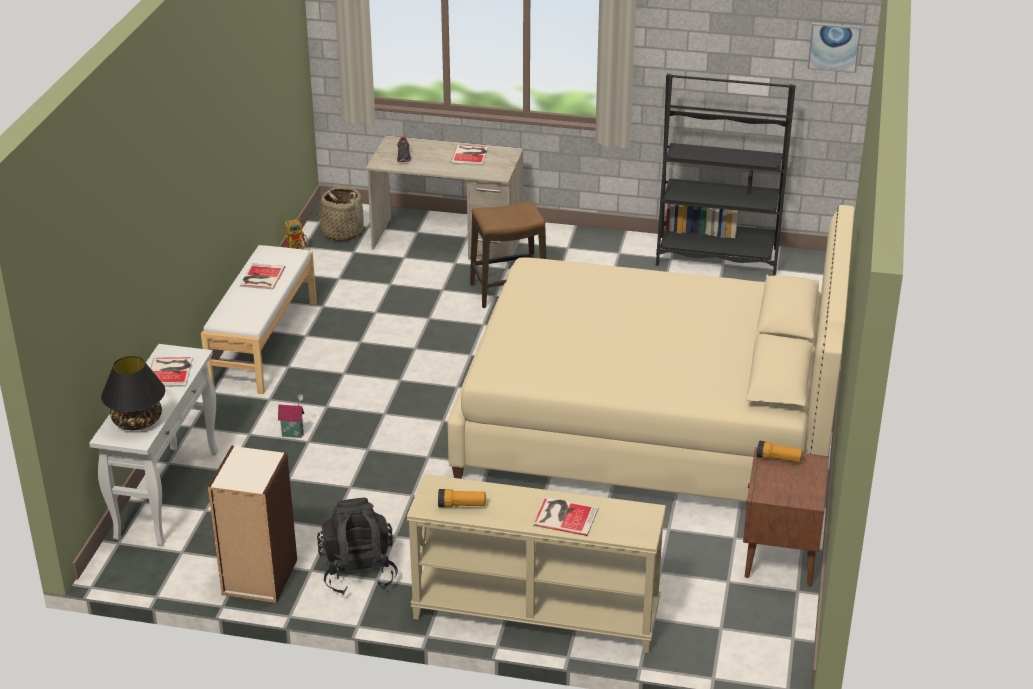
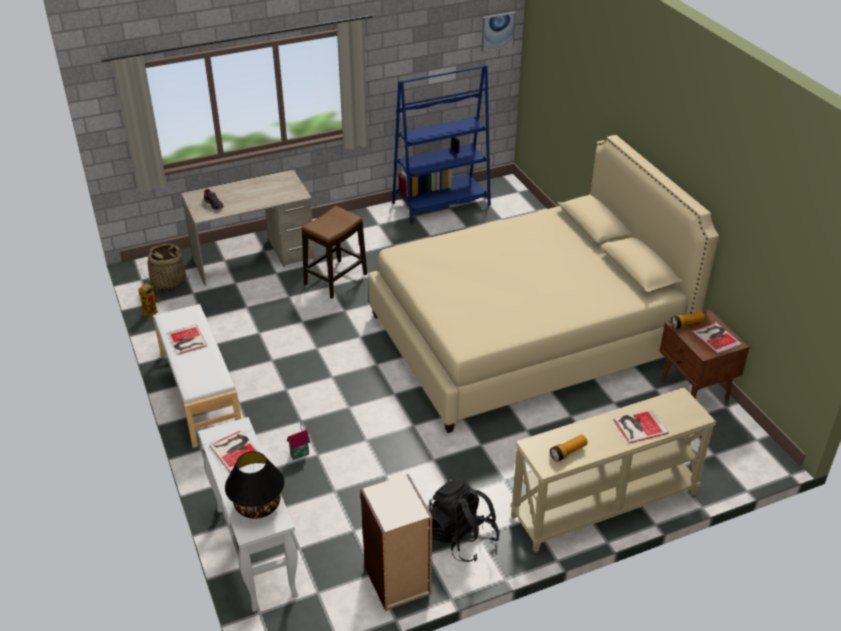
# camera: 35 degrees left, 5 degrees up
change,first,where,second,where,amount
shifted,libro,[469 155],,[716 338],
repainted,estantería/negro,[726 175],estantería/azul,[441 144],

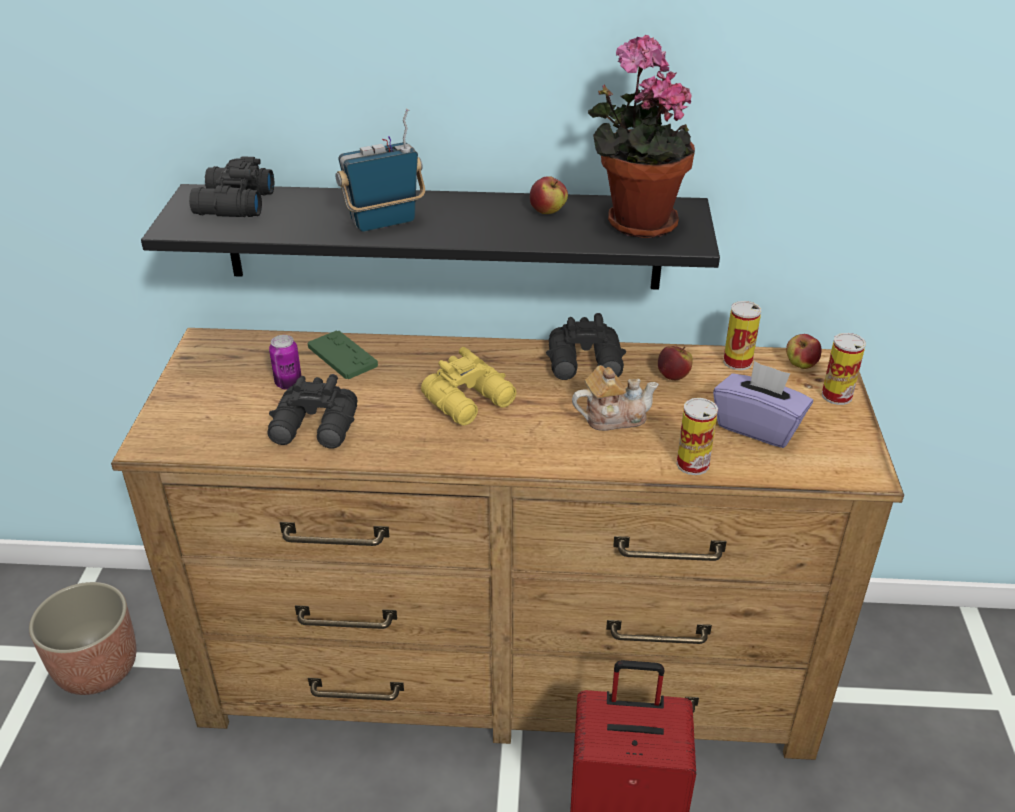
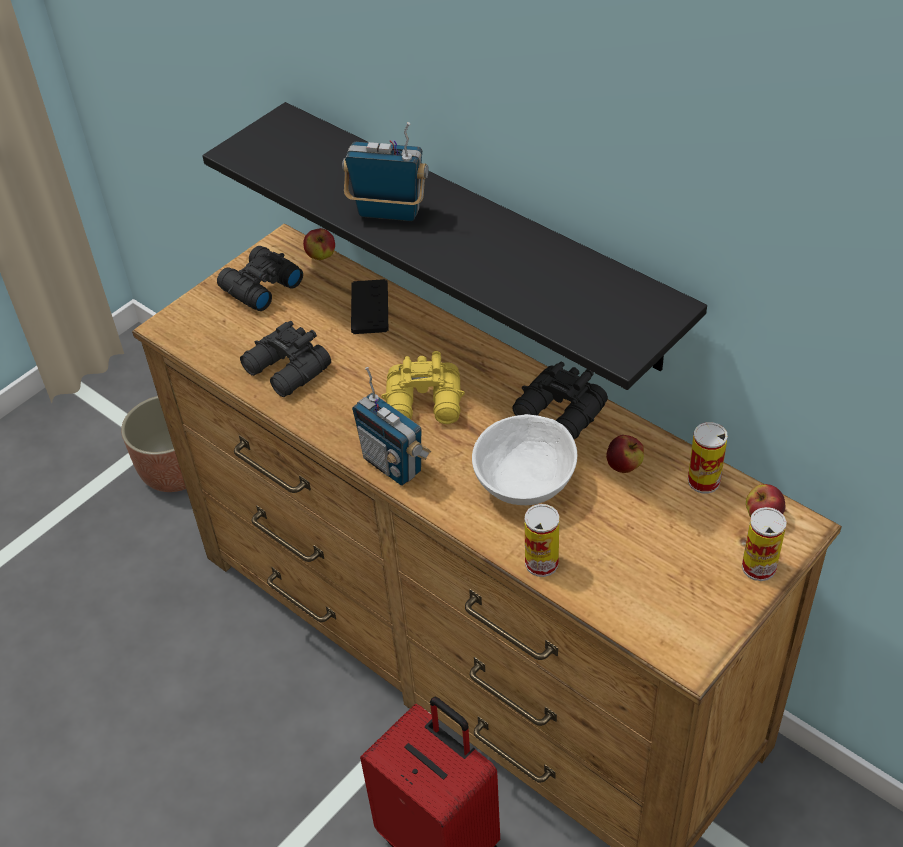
# camera: 40 degrees right, 10 degrees up
change,first,where,second,where,amount
shifted,prismáticos/negro,[232 186],,[260 278],
gone,lata,[285 362],,,
repainted,mando de consola/verde,[343 354],mando de consola/negro,[369 306],
shifted,manzana,[549 195],,[319 244],
swapped,tetera,[615 398],cuenco/blanco,[524 459],
gone,planta en maceta,[641 136],,,
gone,caja de pañuelos/morado,[763 404],,,
new,,,radio,[391 426],

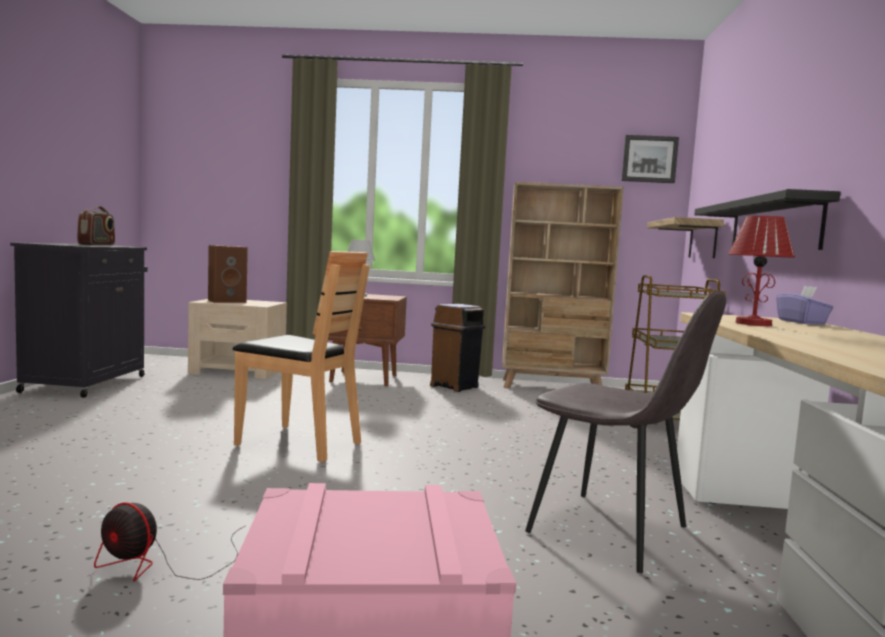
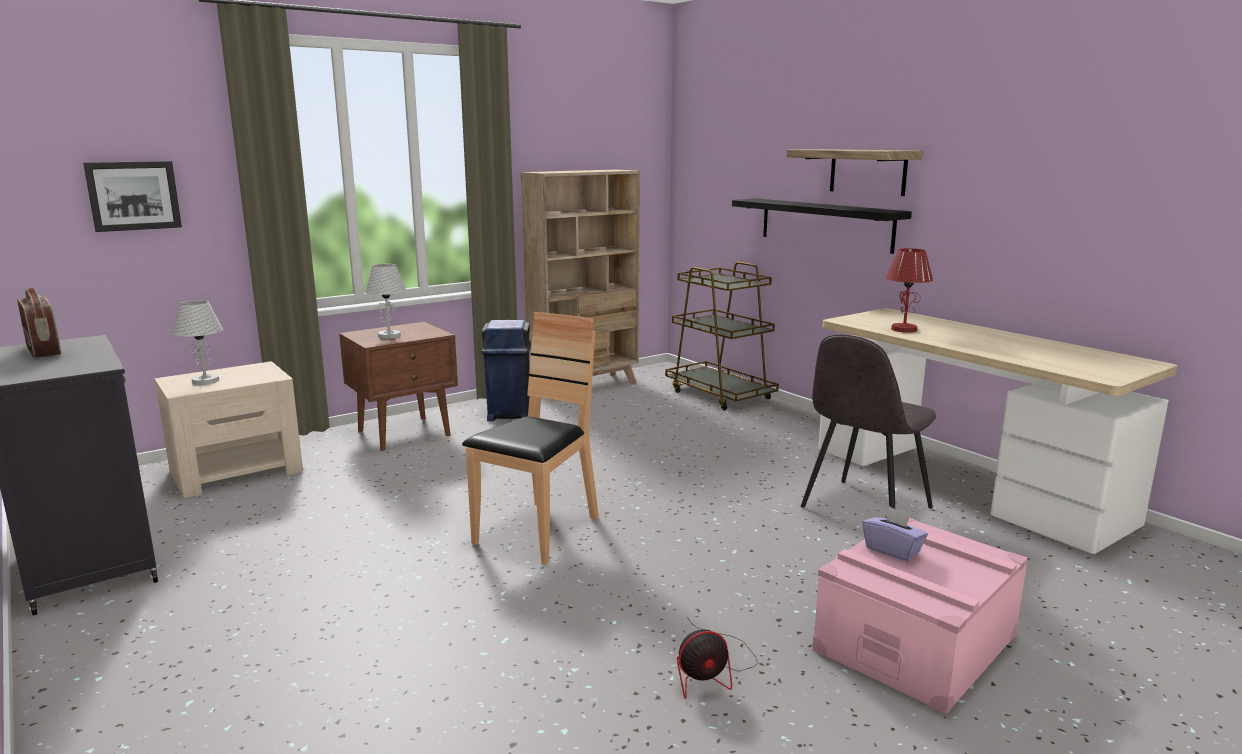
# camera: 40 degrees left, 10 degrees up
change,first,where,second,where,amount
swapped,altavoz/marrón,[228 274],lámpara de mesa/blanco,[198 342],
rotated,silla/marrón,[301 356],,[530 438],45 degrees counterclockwise
repainted,papelera/marrón,[457 348],papelera/azul,[506 370],
rotated,silla/gris,[625 432],,[868 421],135 degrees clockwise
shifted,cuadro,[650 159],,[132 196],
shifted,estante,[685 237],,[855 172],
shifted,caja de pañuelos/morado,[804 305],,[895 534],

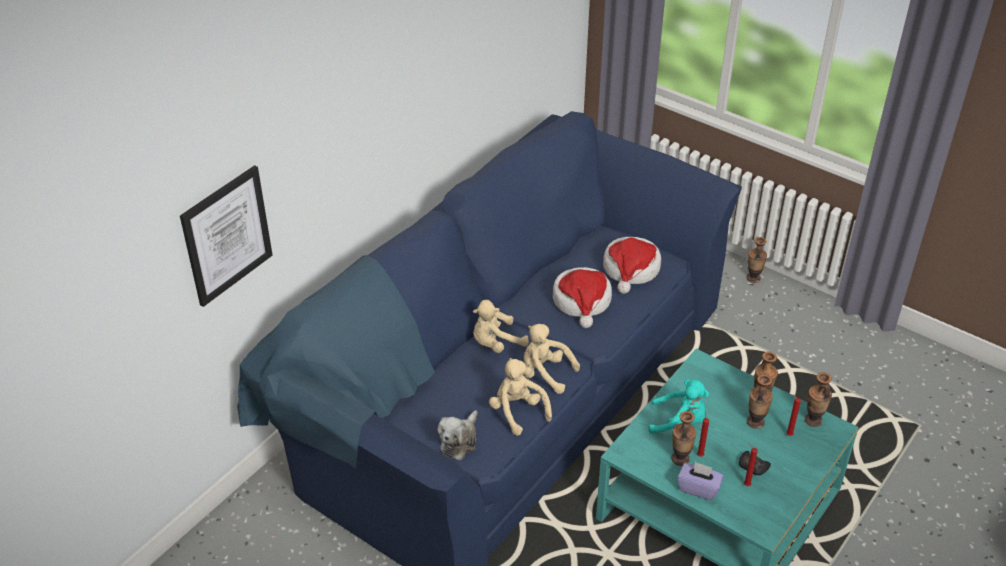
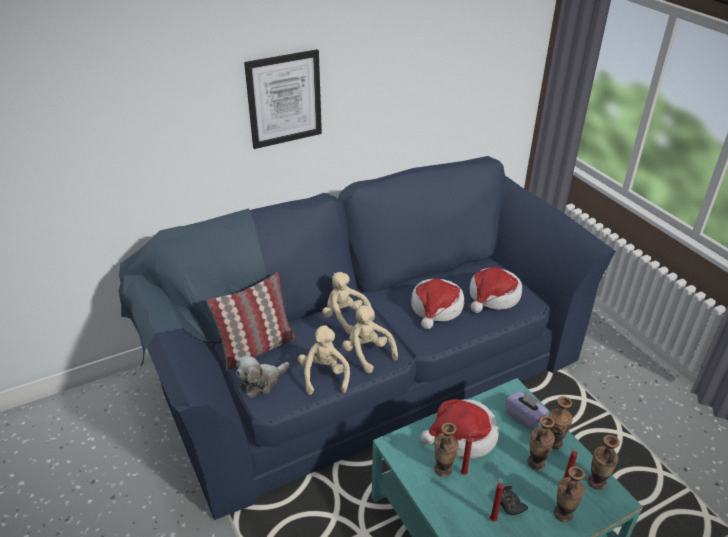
# camera: 25 degrees right, 5 degrees down
change,first,where,second,where,amount
shifted,cuadro,[226 236],,[283 99],
rotated,peluche/beis,[501 326],,[348 303],45 degrees clockwise
swapped,peluche/turquesa,[678 406],sombrero,[460 428],
shifted,caja de pañuelos/morado,[700 481],,[527 410],
shifted,florero,[756 260],,[569 494],
new,,,cojín,[251 321],

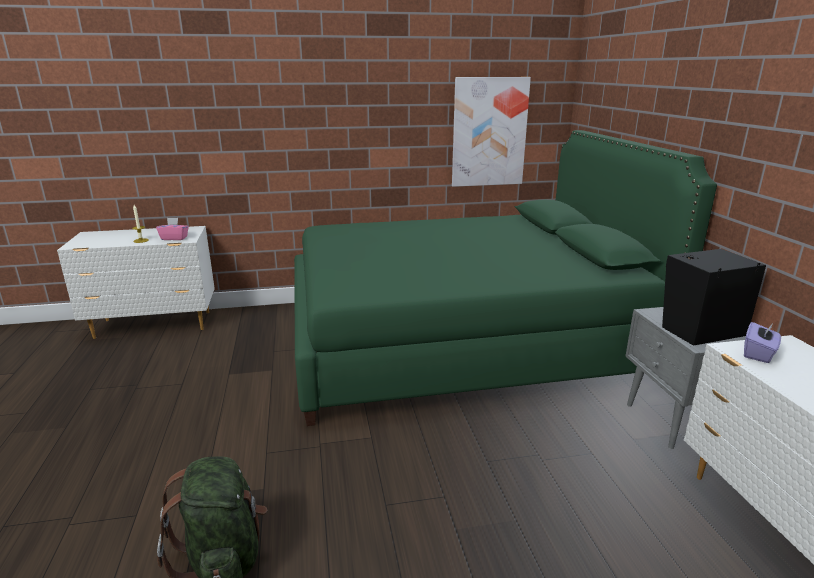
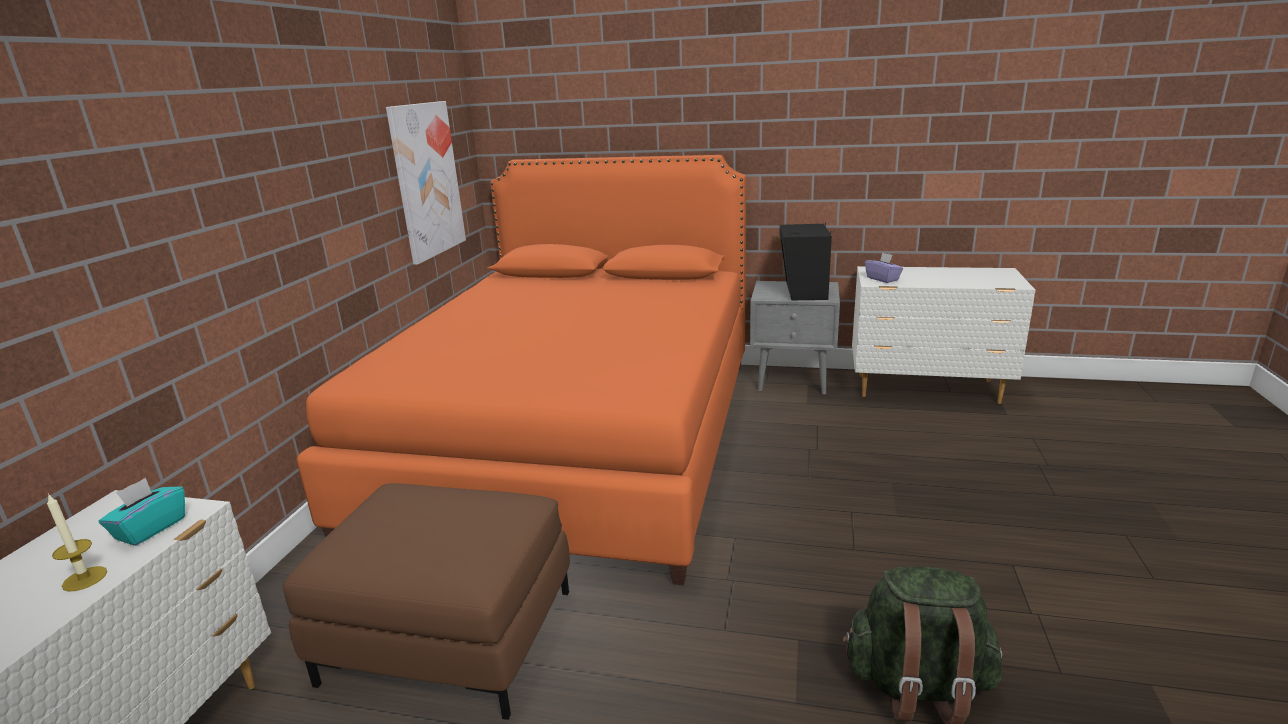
# camera: 65 degrees left, 0 degrees up
change,first,where,second,where,amount
repainted,caja de pañuelos/rosa,[172 229],caja de pañuelos/turquesa,[141 512],
repainted,cama/verde,[505 278],cama/naranja,[521 370],
new,,,puf/marrón,[426 601],

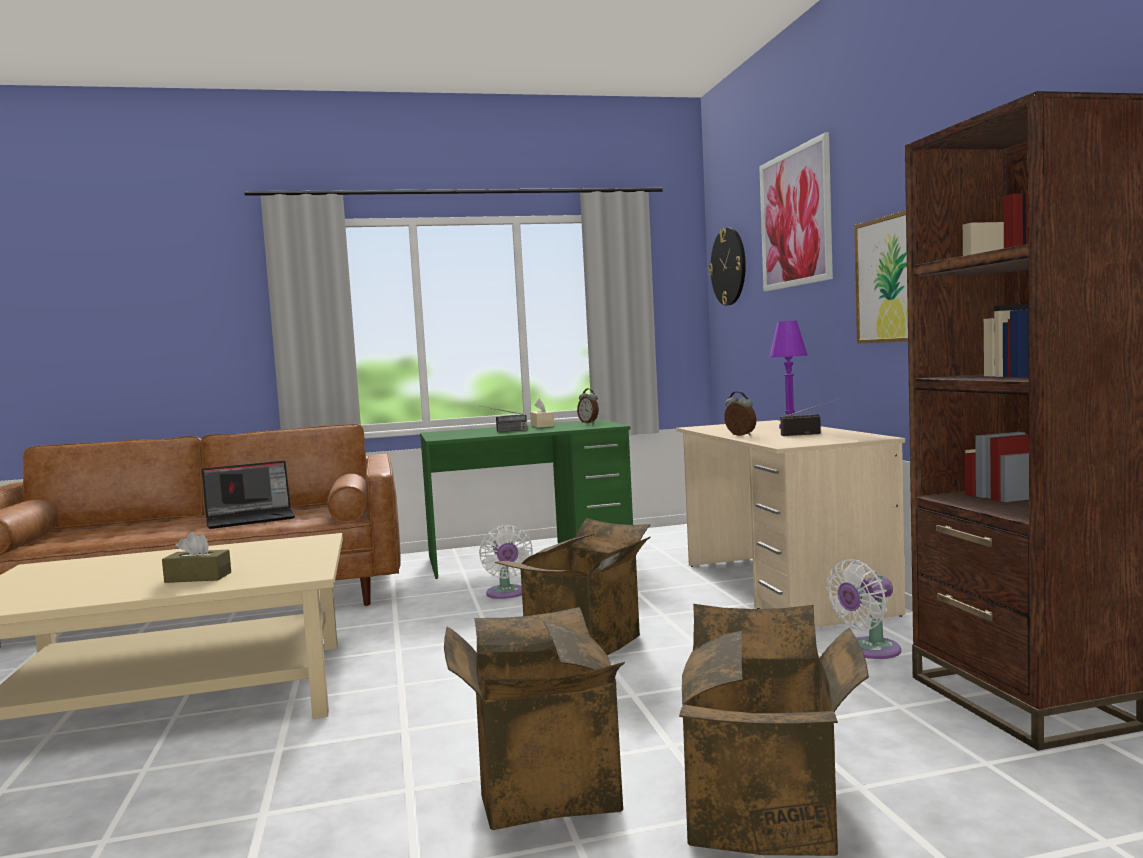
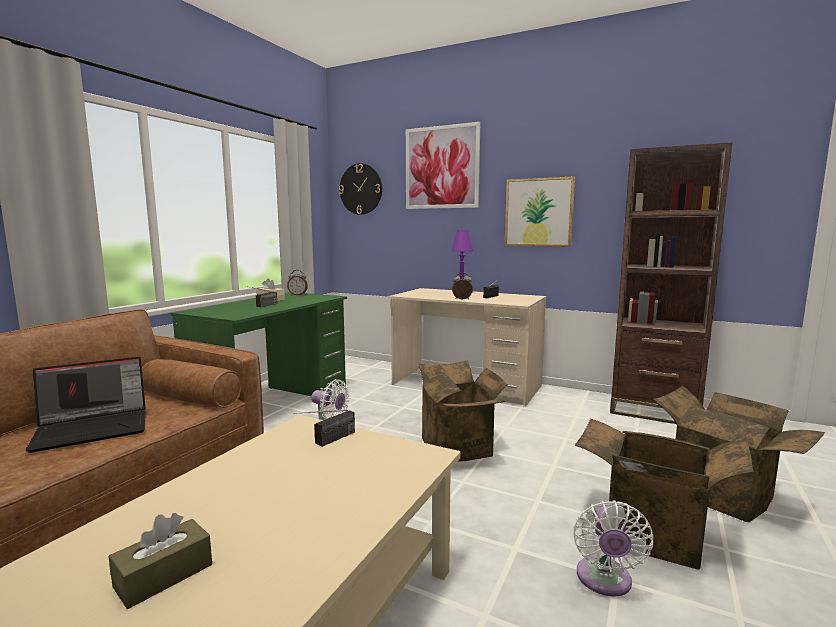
# camera: 50 degrees left, 5 degrees up
change,first,where,second,where,amount
shifted,caja de pañuelos/marrón,[196 557],,[160 561],
rotated,portátil,[248 495],,[85 405],45 degrees clockwise
shifted,ventilador/blanco,[863 609],,[613 548],
new,,,radio,[324 428],

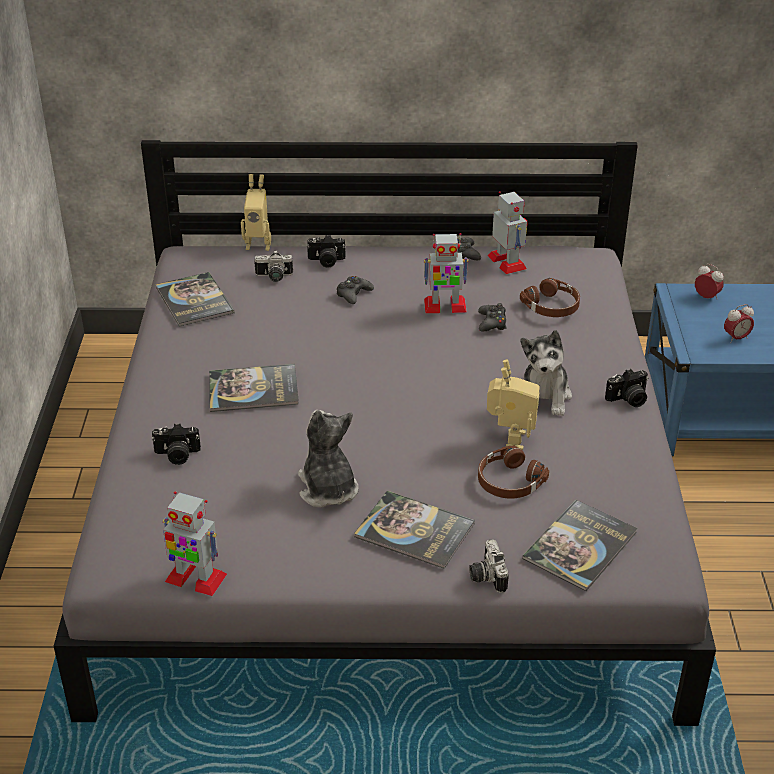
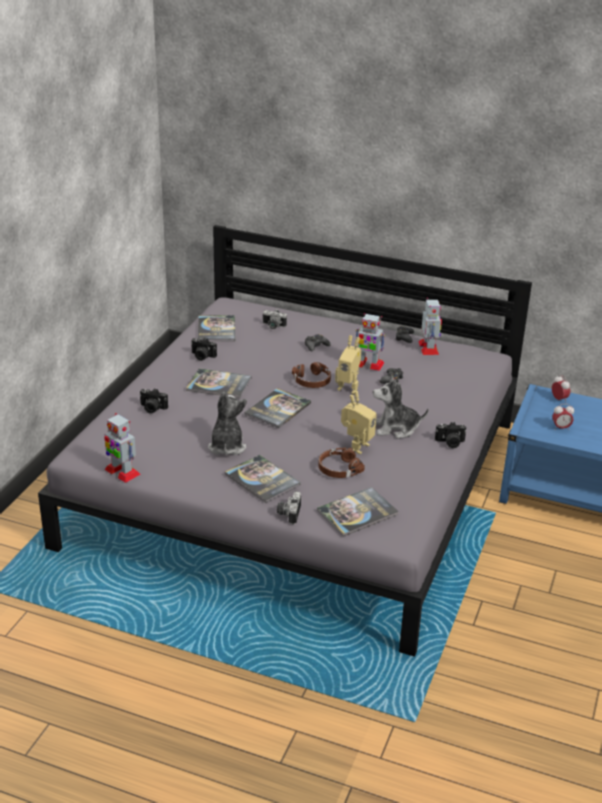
# camera: 20 degrees right, 5 degrees down
change,first,where,second,where,amount
shifted,robot de juguete,[256 212],,[348 364],
shifted,cámara,[326 251],,[204 349],
shifted,auriculares/marrón,[550 297],,[311 375],
rotated,peluche,[546 373],,[401 407],60 degrees clockwise
new,,,libro,[277 408],

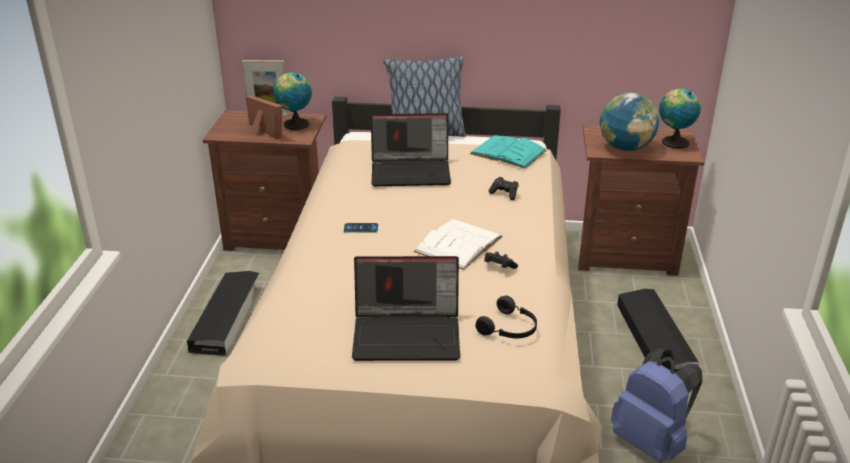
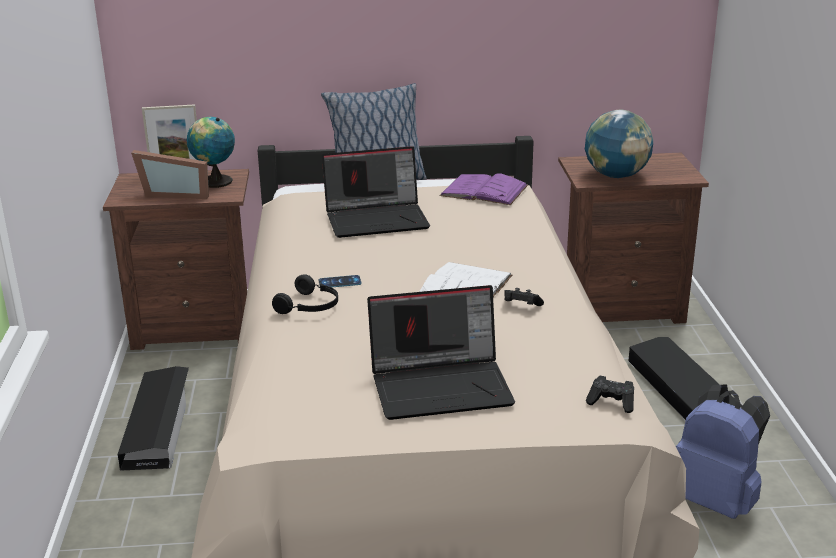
# camera: 10 degrees left, 5 degrees down
change,first,where,second,where,amount
rotated,portarretratos,[263 117],,[170 174],150 degrees clockwise
repainted,libro/turquesa,[508 152],libro/morado,[484 189],
shifted,auriculares/negro,[506 317],,[305 294],
shifted,mando de consola/negro,[503 188],,[610 394],
gone,globo terráqueo,[680 118],,,

